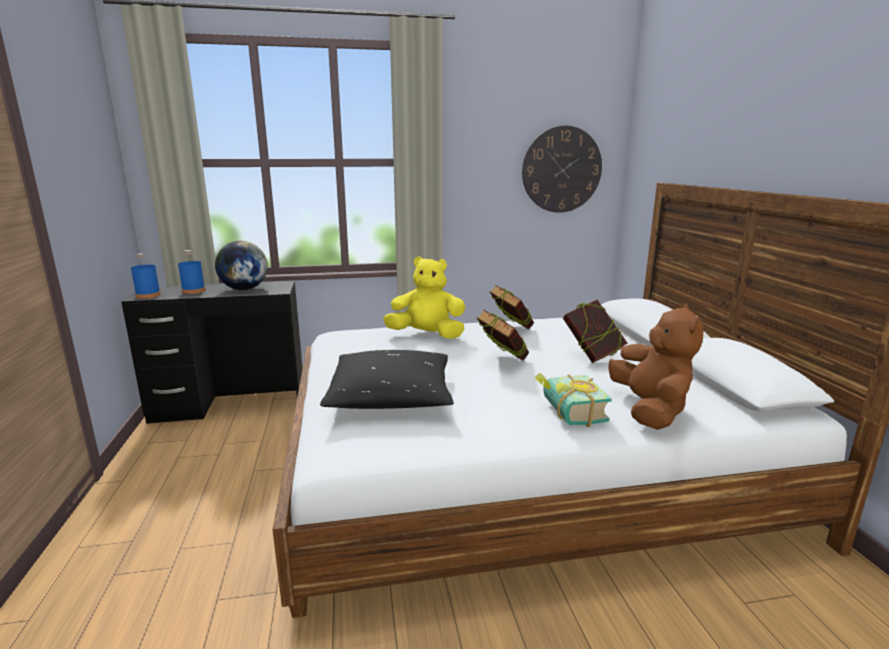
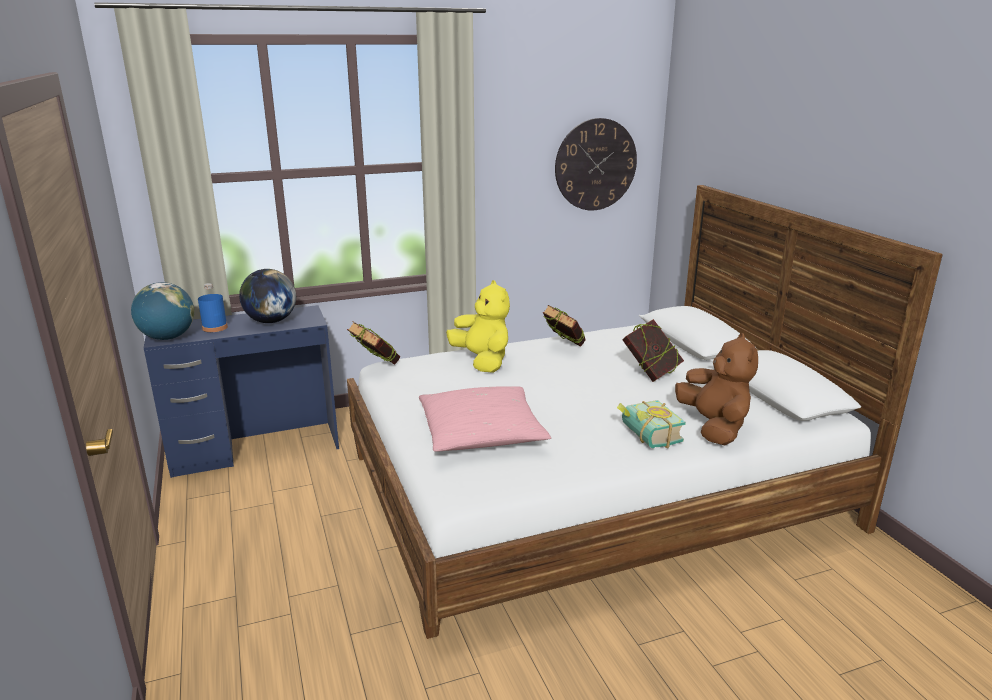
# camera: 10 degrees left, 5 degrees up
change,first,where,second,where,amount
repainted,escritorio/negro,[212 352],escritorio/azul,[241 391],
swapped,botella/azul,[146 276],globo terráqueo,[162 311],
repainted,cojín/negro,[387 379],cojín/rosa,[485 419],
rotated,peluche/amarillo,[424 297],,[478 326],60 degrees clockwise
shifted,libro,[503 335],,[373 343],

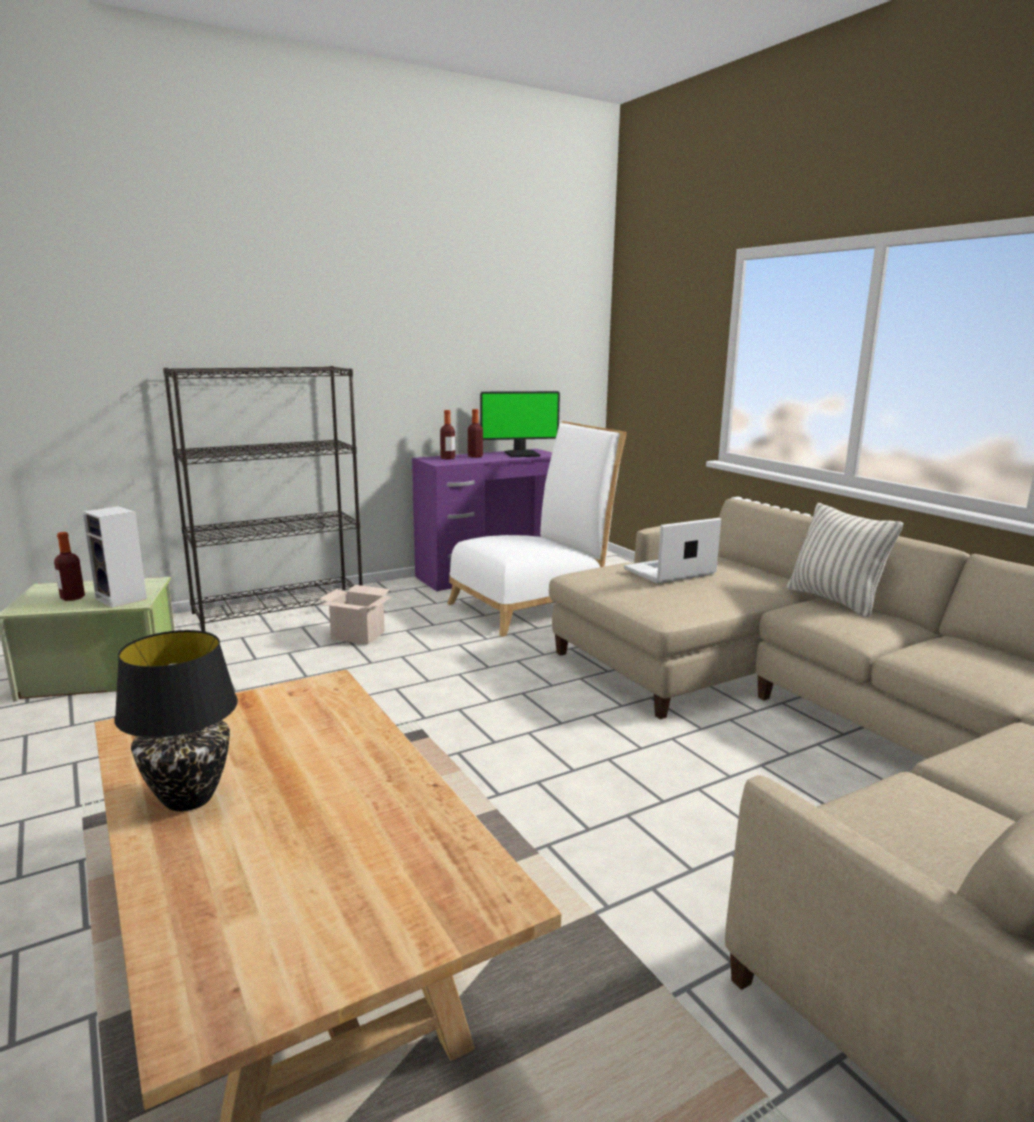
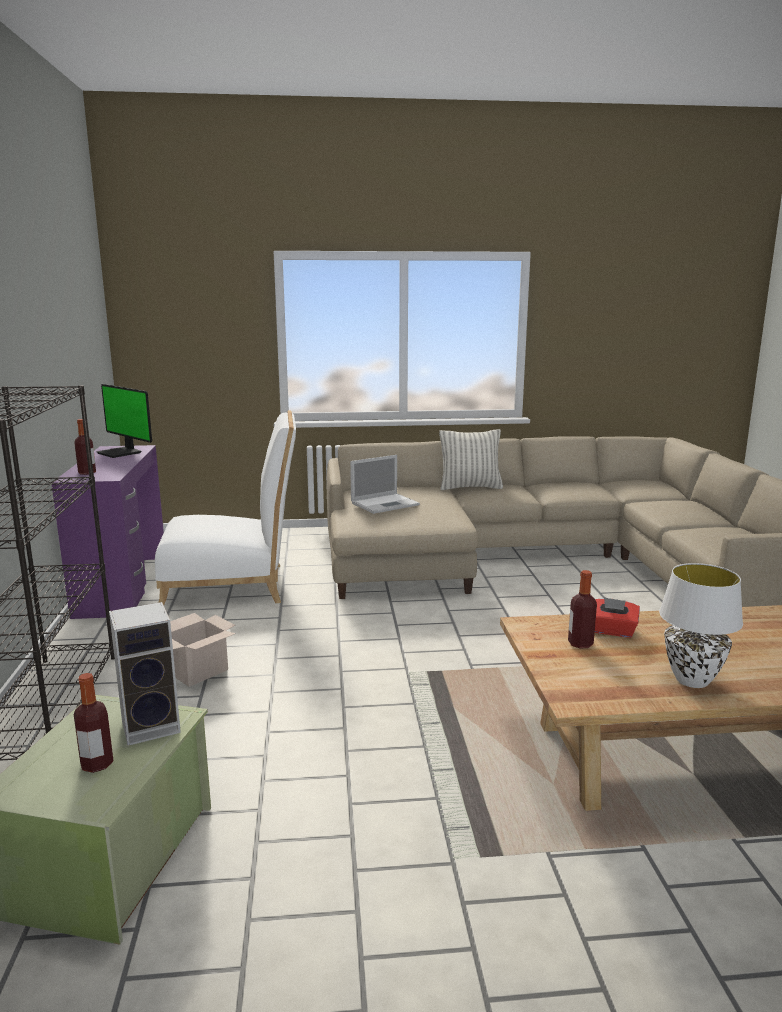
# camera: 65 degrees left, 0 degrees up
change,first,where,second,where,amount
repainted,lámpara de mesa/negro,[176 720],lámpara de mesa/blanco,[701 625],
rotated,silla/blanco,[537 529],,[225 507],90 degrees clockwise
shifted,botella,[475 433],,[582 609],
rotated,monitor,[520 424],,[124 421],120 degrees clockwise
rotated,portátil,[672 551],,[385 484],120 degrees counterclockwise
new,,,caja de pañuelos/rojo,[617 617],

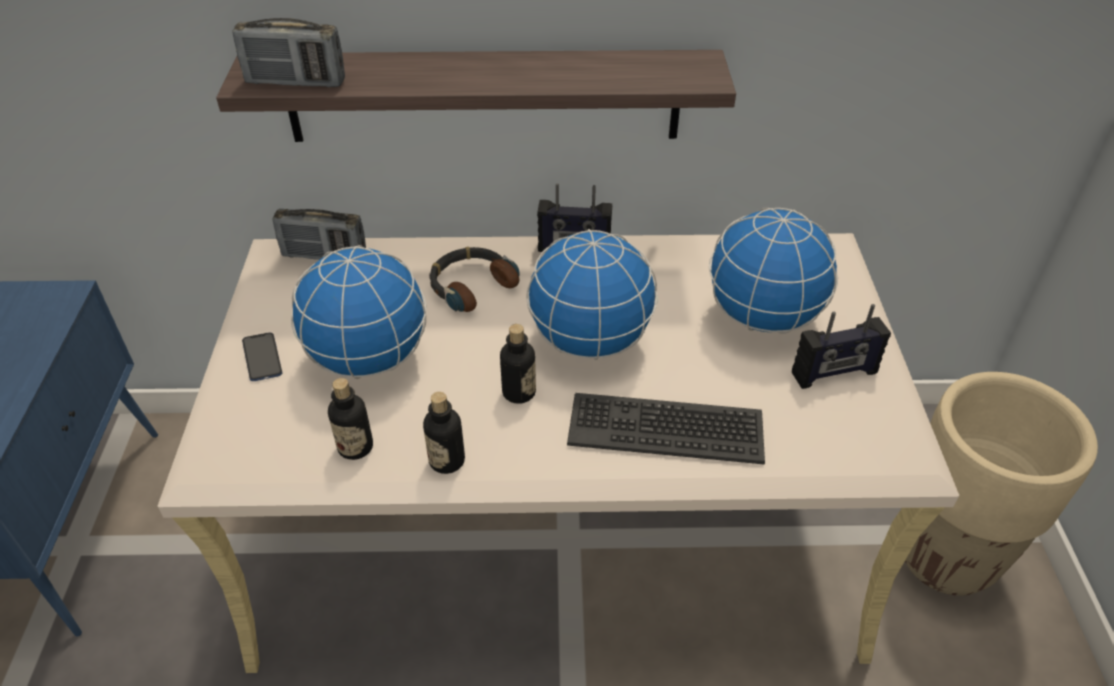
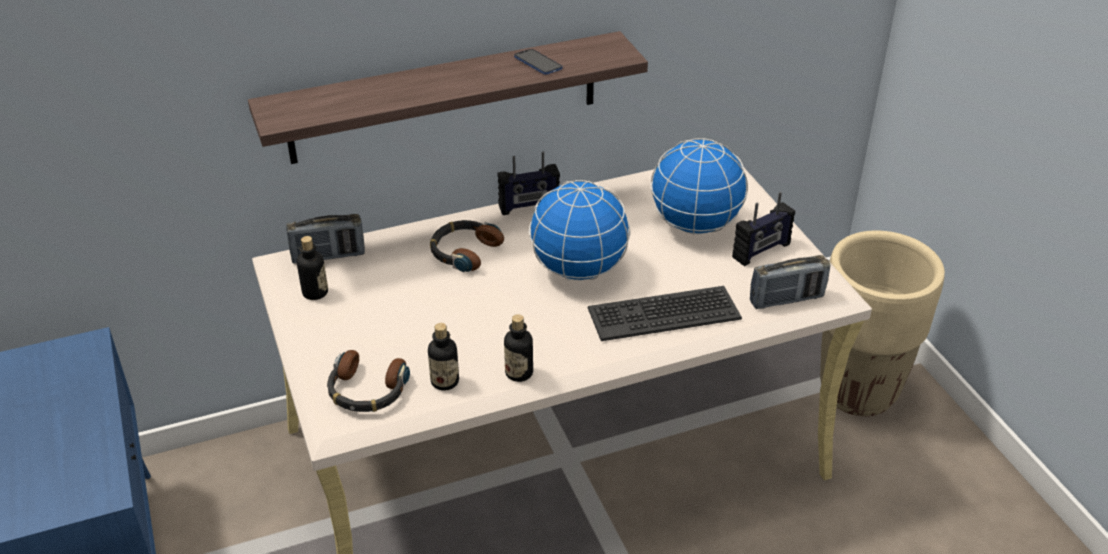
# camera: 20 degrees left, 5 degrees down
change,first,where,second,where,amount
shifted,radio,[288 52],,[790 282],
shifted,móvil,[262 356],,[538 62],
gone,globo terráqueo,[359 312],,,
shifted,botella,[518 364],,[312 268],
new,,,auriculares,[368 381],

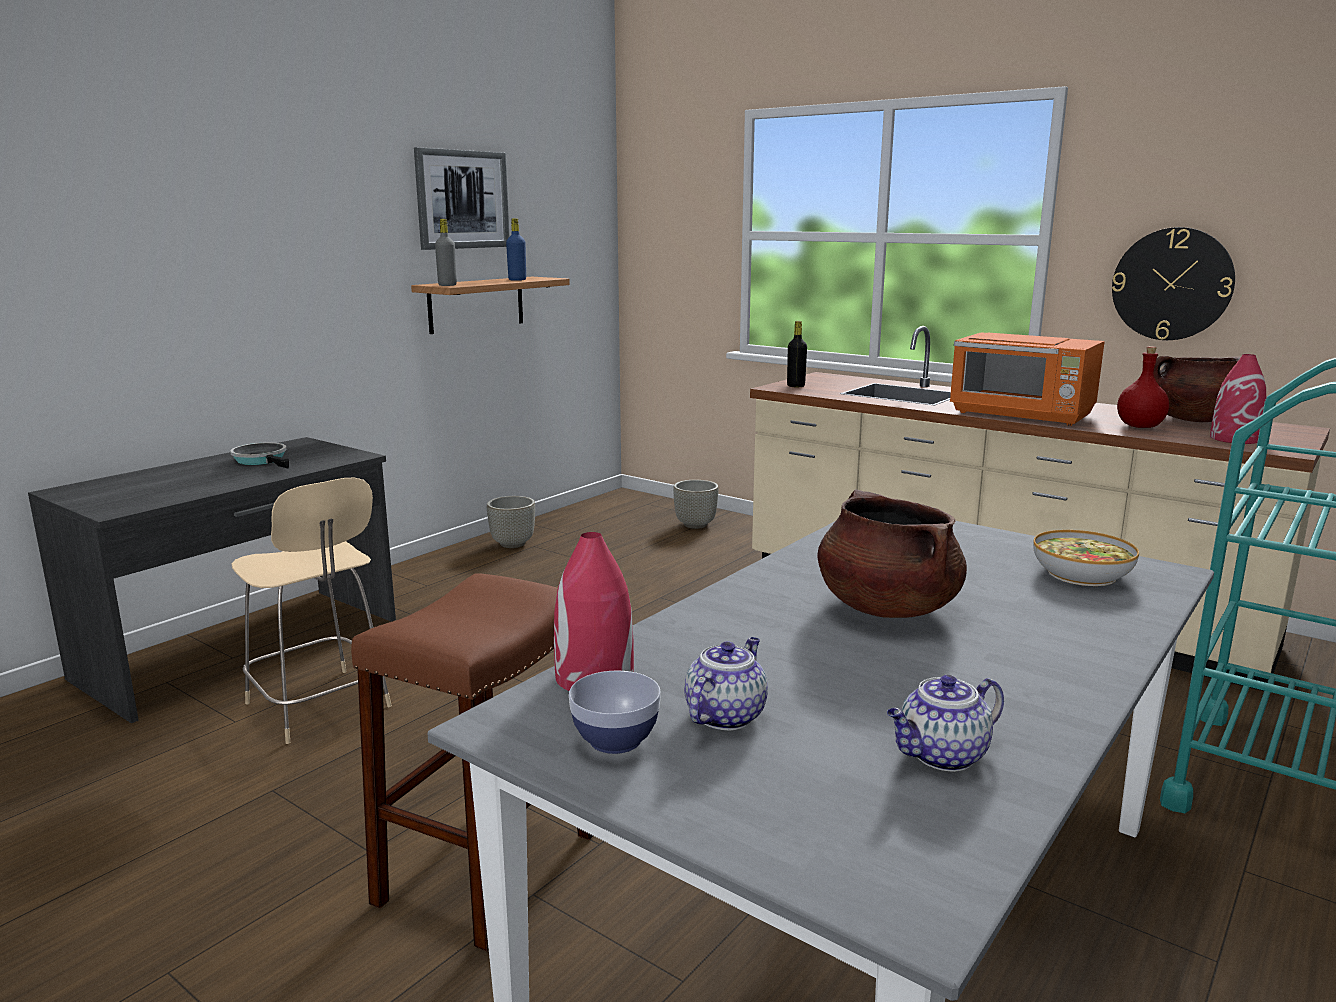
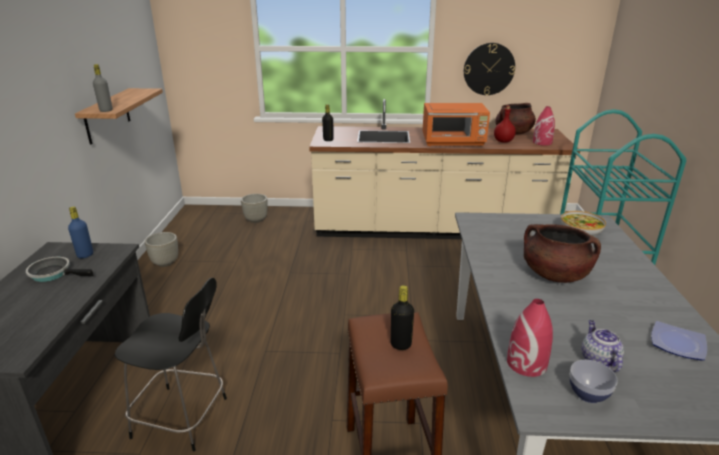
# camera: 35 degrees left, 10 degrees up
change,first,where,second,where,amount
repainted,silla/beis,[311 611],silla/negro,[171 365],
gone,cuadro,[462 198],,,
shifted,botella/azul,[516 249],,[80 232],
swapped,tetera,[945 723],plato,[679 341],
new,,,botella/negro,[402 317],

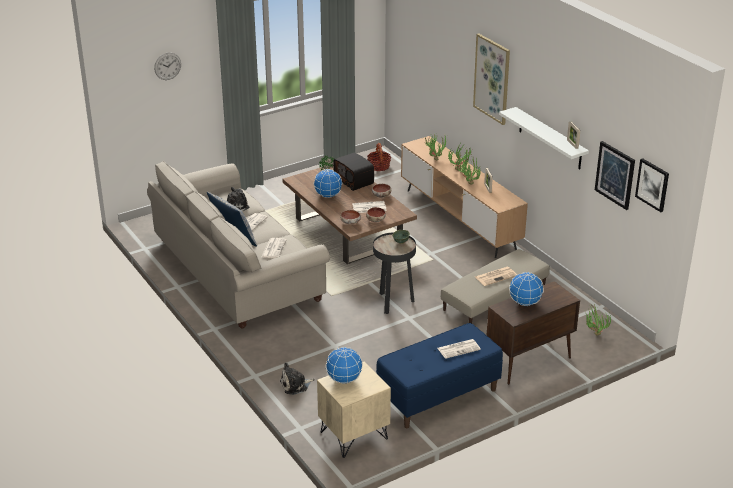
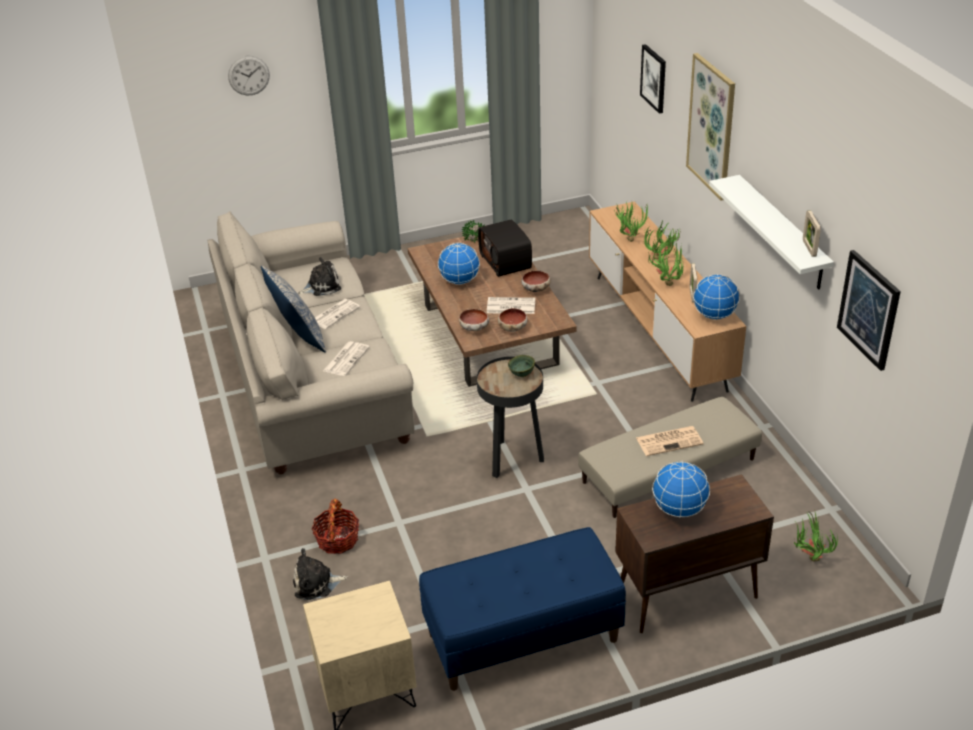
# camera: 15 degrees right, 5 degrees up
change,first,where,second,where,amount
shifted,globo terráqueo,[344 365],,[716 297],
shifted,cesta,[379 157],,[335 526],
gone,periódico,[459 349],,,
shifted,cuadro,[652 185],,[653 79],

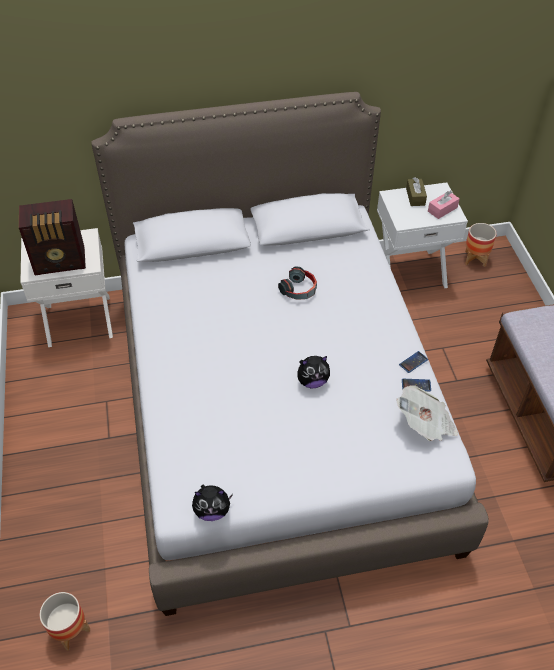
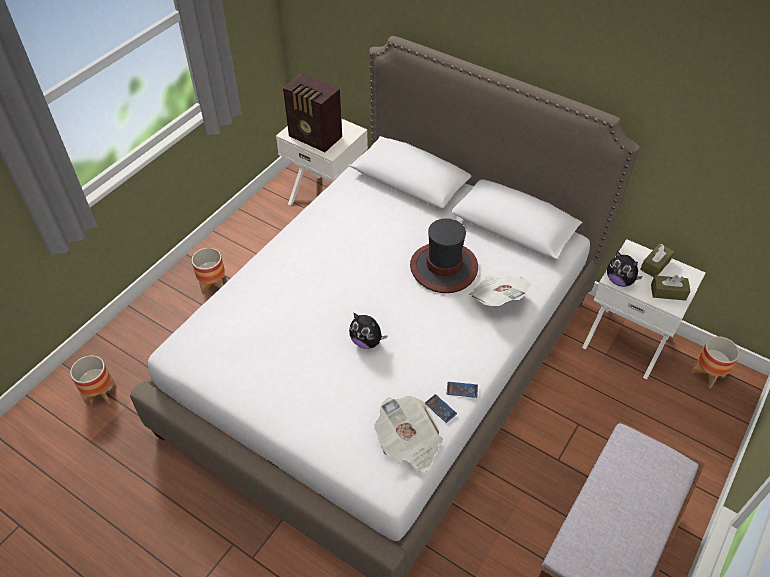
# camera: 45 degrees right, 0 degrees up
change,first,where,second,where,amount
shifted,peluche,[212 502],,[625 269],
swapped,auriculares,[297 283],sombrero,[444 255],
repainted,caja de pañuelos/rosa,[444 205],caja de pañuelos/marrón,[671 288],
new,,,maceta,[208 271],
new,,,periódico,[500 291],

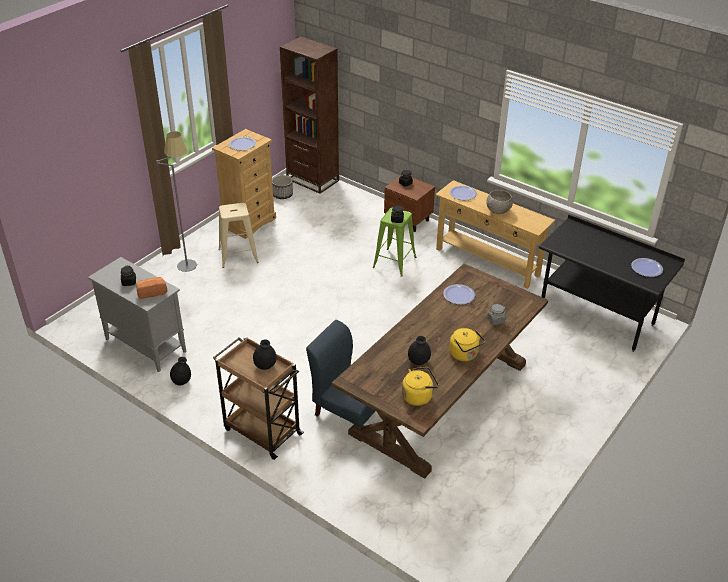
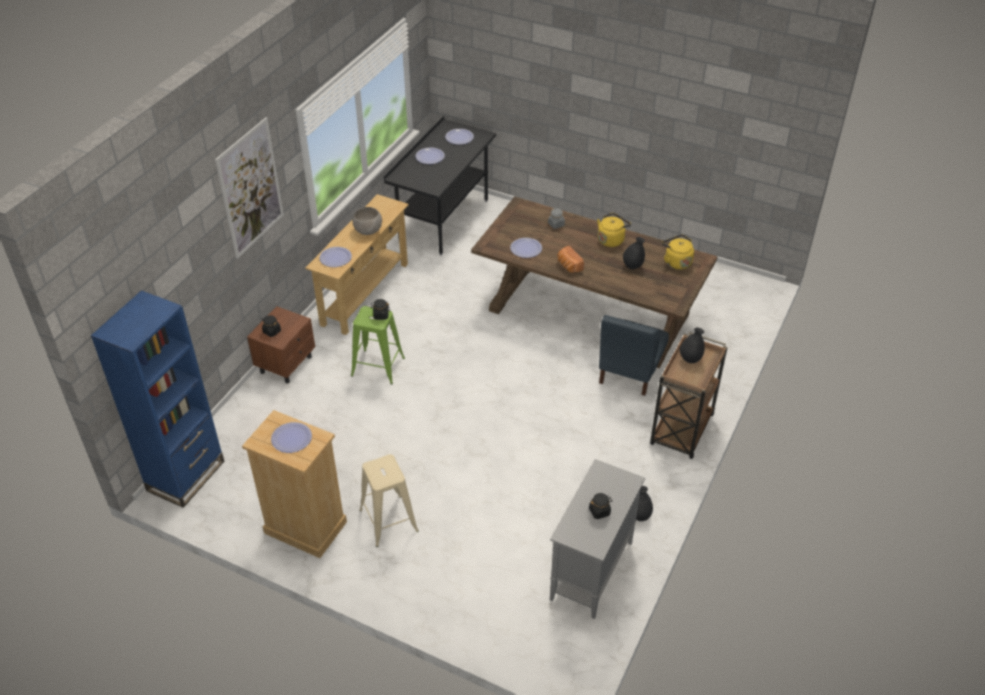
# camera: 100 degrees left, 5 degrees up
change,first,where,second,where,amount
shifted,pan,[152 288],,[570 259],
gone,lámpara de pie/gris,[176 201],,,
gone,maceta,[282 187],,,
repainted,estantería/marrón,[309 115],estantería/azul,[157 399],
new,,,cuadro,[249 188],
new,,,plato,[430 155],

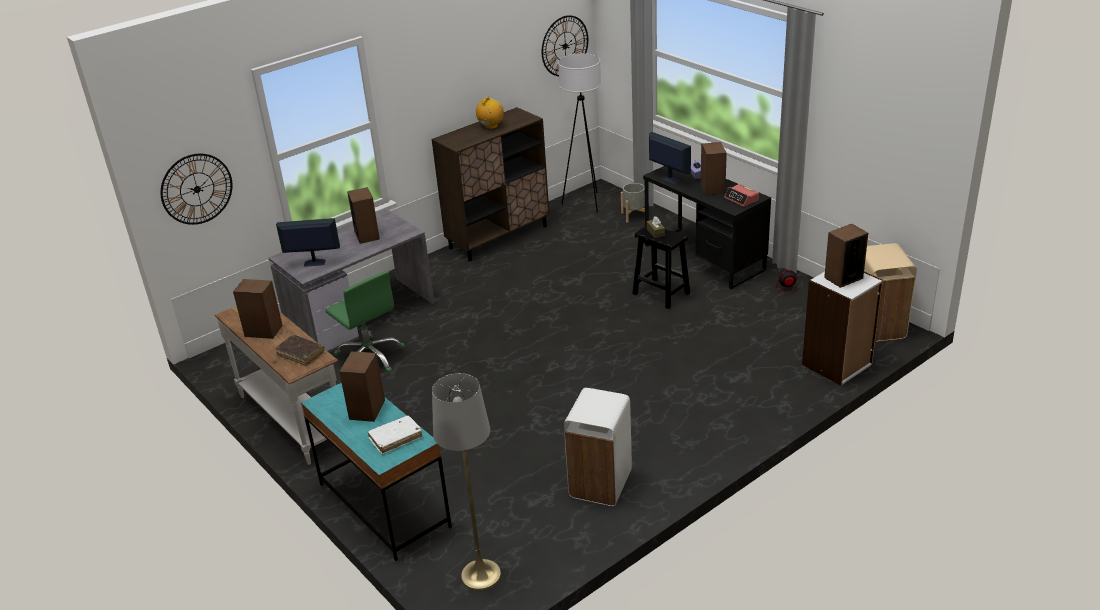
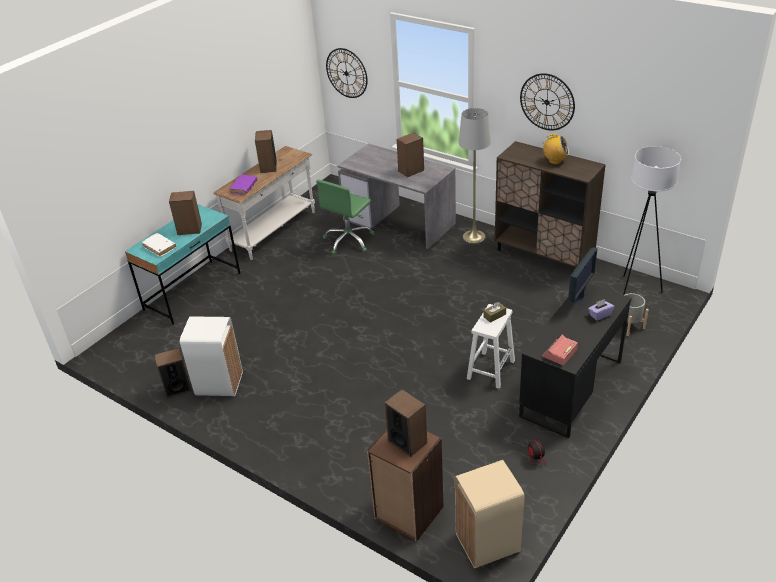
# camera: 75 degrees right, 5 degrees up
change,first,where,second,where,amount
gone,monitor,[308 242],,,
repainted,libro/marrón,[300 350],libro/morado,[243 184],
shifted,lámpara de pie/gris,[466 482],,[475 176],
shifted,reloj de pared,[565 45],,[547 102],
repainted,taburete/negro,[661 267],taburete/blanco,[491 346],
shifted,altavoz,[714 168],,[172 373],
repainted,estantería/blanco,[842 329],estantería/marrón,[405 485],

